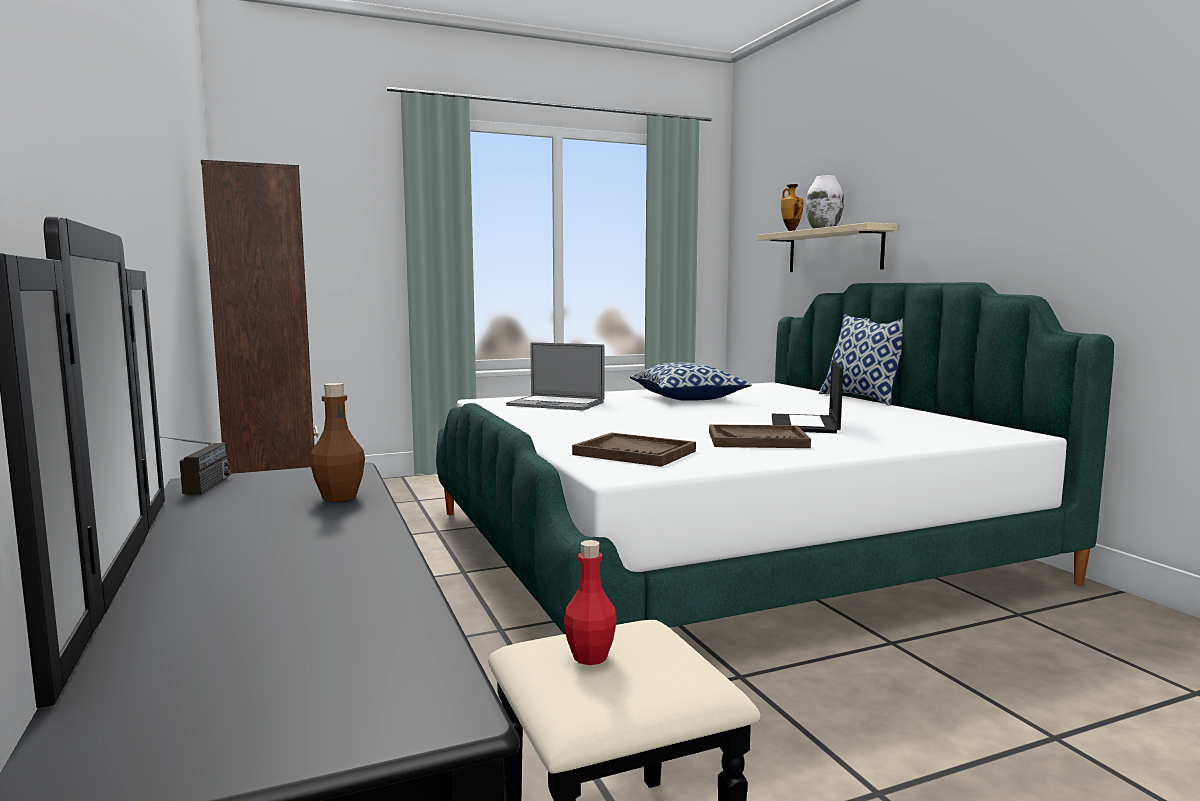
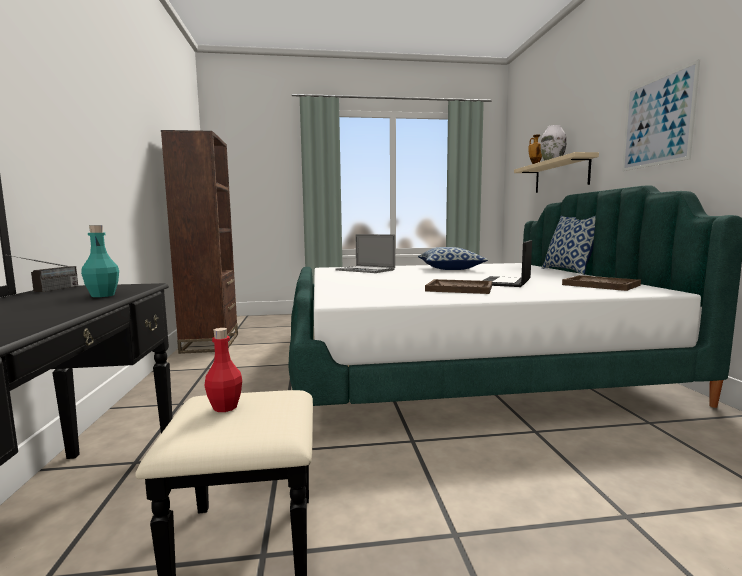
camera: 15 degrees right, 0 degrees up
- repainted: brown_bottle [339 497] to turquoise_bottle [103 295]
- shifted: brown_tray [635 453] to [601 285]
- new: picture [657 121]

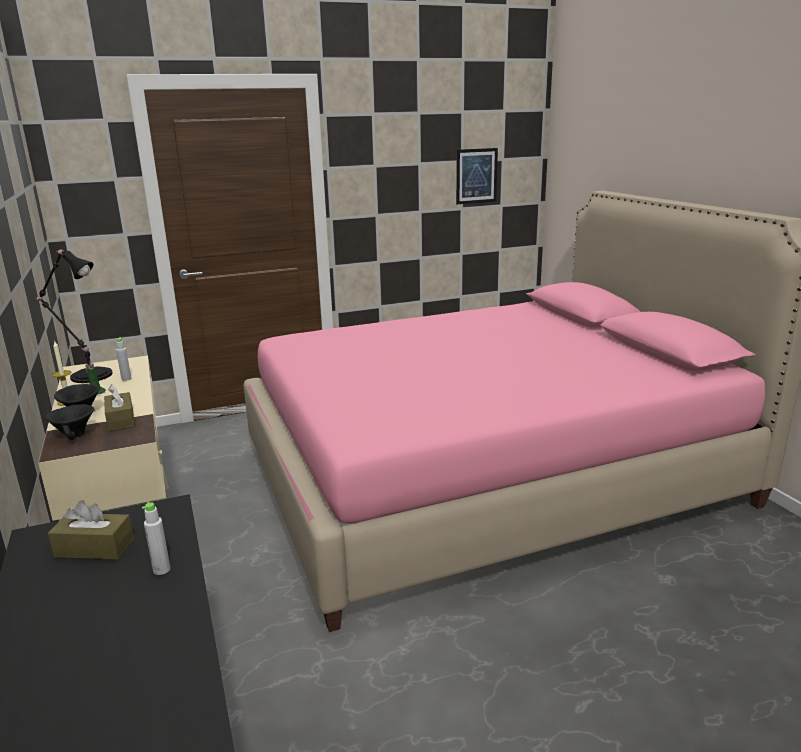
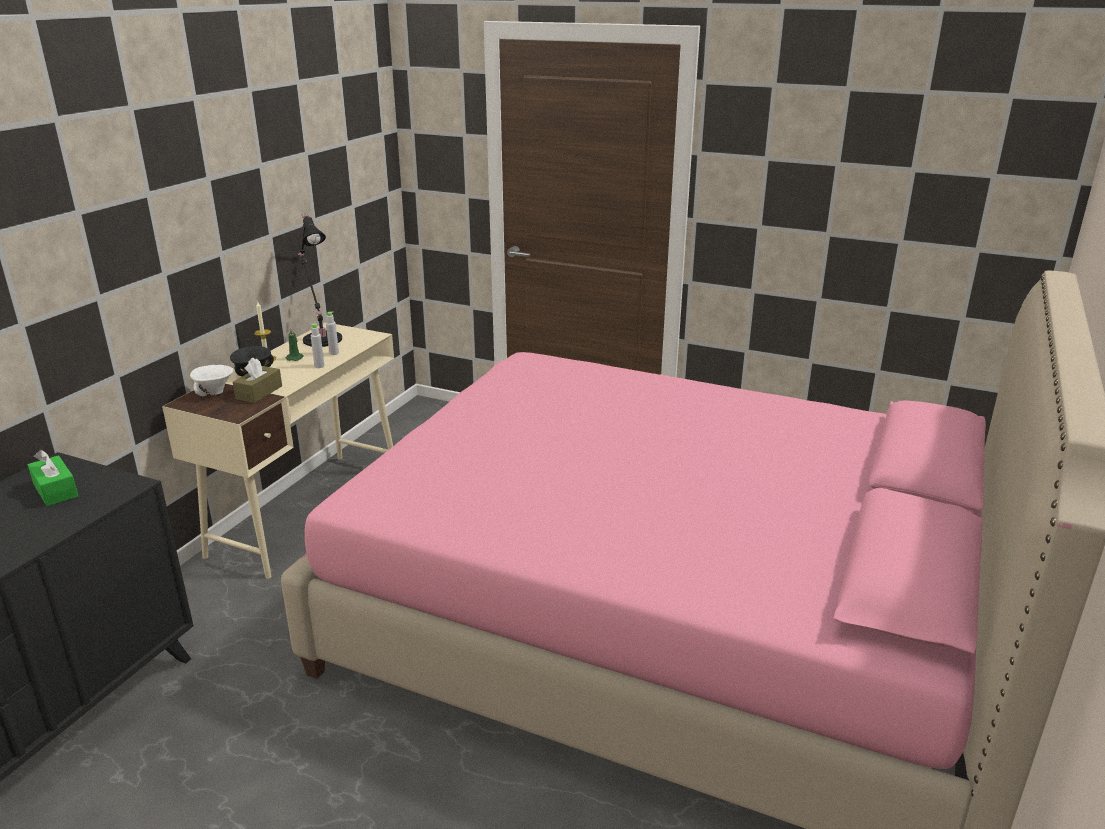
camera: 45 degrees right, 5 degrees up
- gone: picture [476 176]
- repainted: black_bowl [75 435] to white_bowl [215 393]
- repainted: brown_tissue_box [94 548] to green_tissue_box [55 490]
- shifted: grey_bottle [161 570] to [319 366]

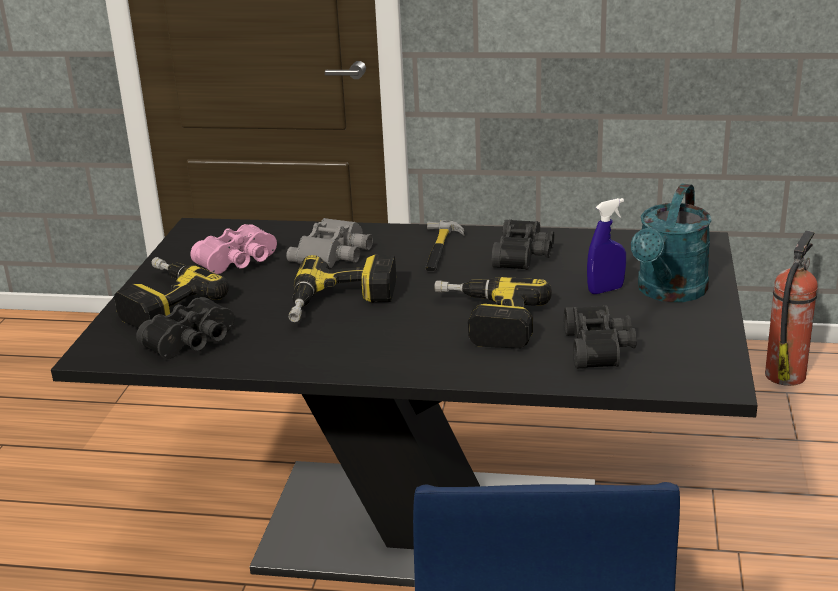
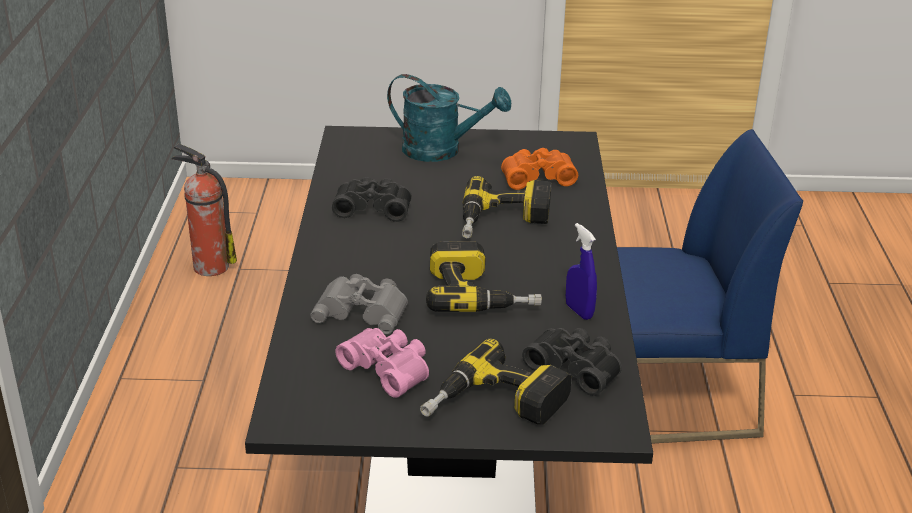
camera: 100 degrees left, 5 degrees up
- shifted: blue_spray_bottle [605 290] to [579 311]
- gone: hammer [439 249]
- repainted: black_binoculars [600 348] to orange_binoculars [537 177]

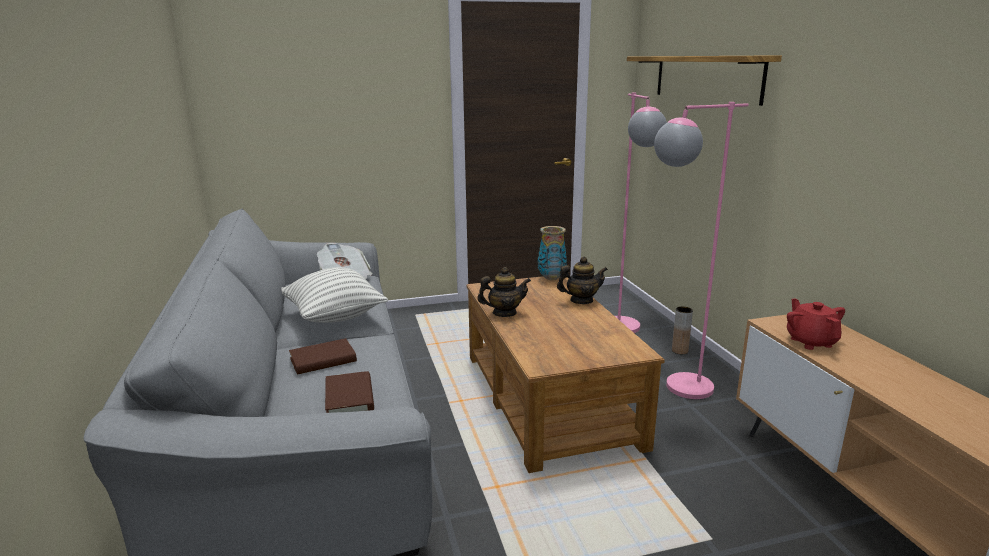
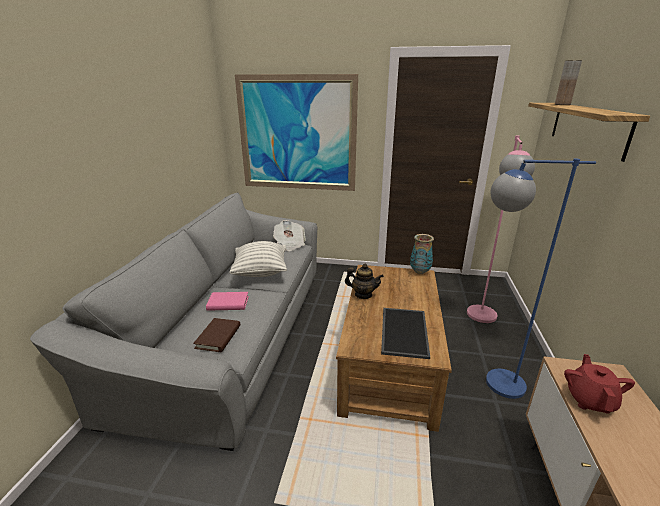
camera: 25 degrees right, 5 degrees up
- repainted: pink_floor_lamp [675 390] to blue_floor_lamp [491 383]
- gone: teapot [581 300]
- shifted: brown_vase [679 351] to [562 104]
- repainted: brown_book [323 360] to pink_book [228 303]
- new: picture [297 134]
- new: tray [403 331]

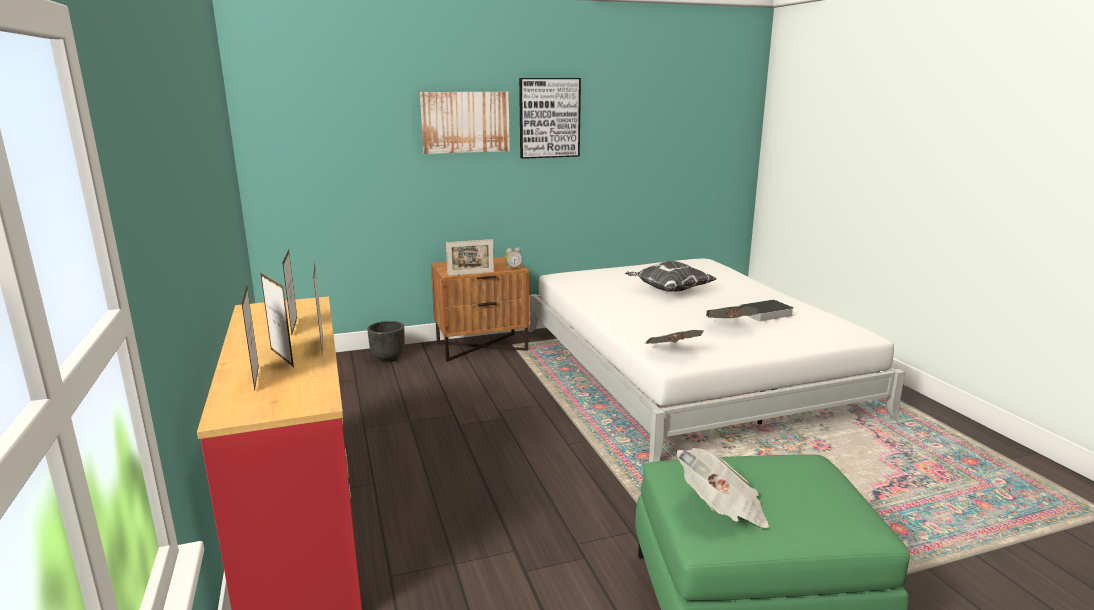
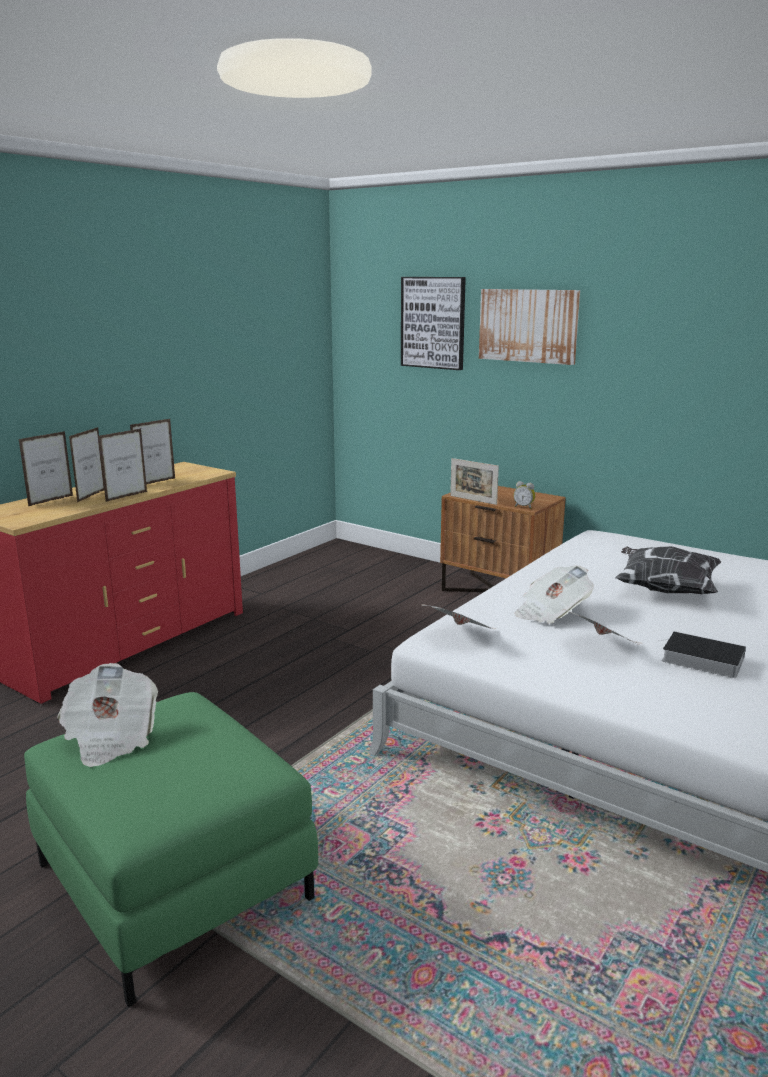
camera: 55 degrees right, 0 degrees up
- shifted: picture [549 118] to [433 322]
- gone: black_planter [388 358]
- new: newspaper [551 613]

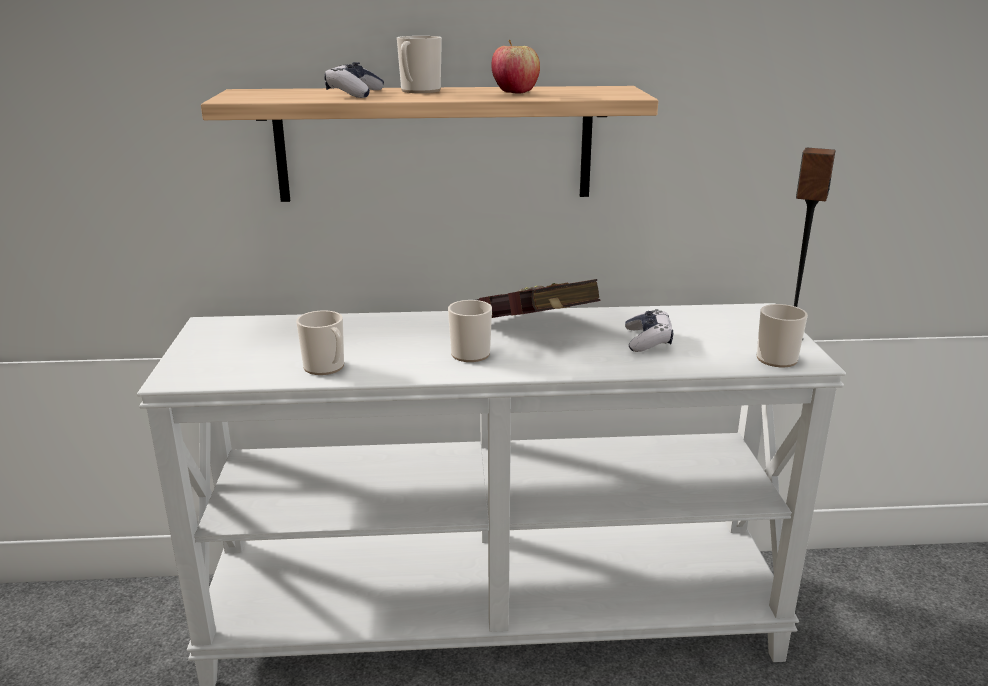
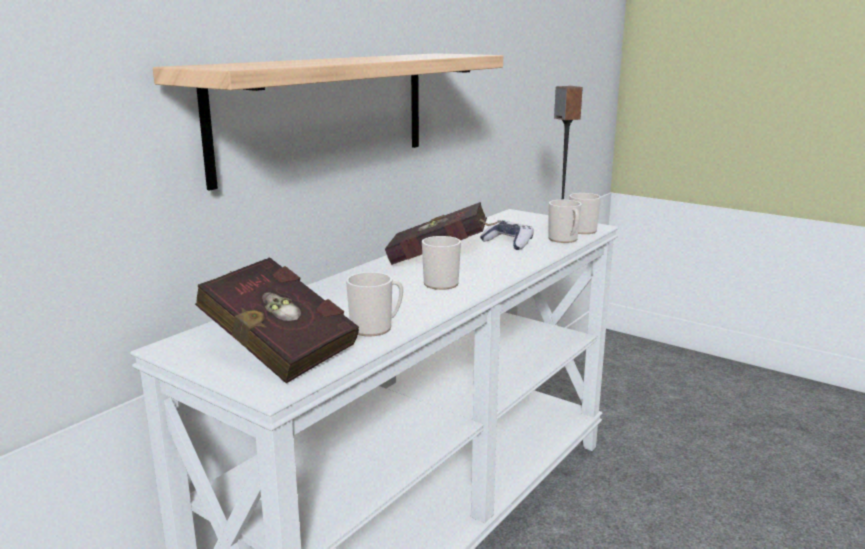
camera: 50 degrees left, 5 degrees down
- shifted: mug [418 91] to [564 240]
- gone: apple [515 93]
- gone: game_controller [354 93]
- new: red_book [277 349]

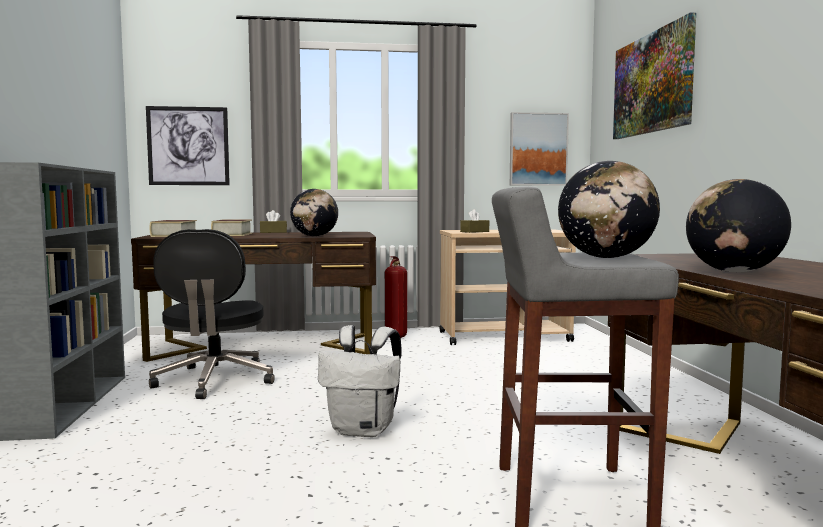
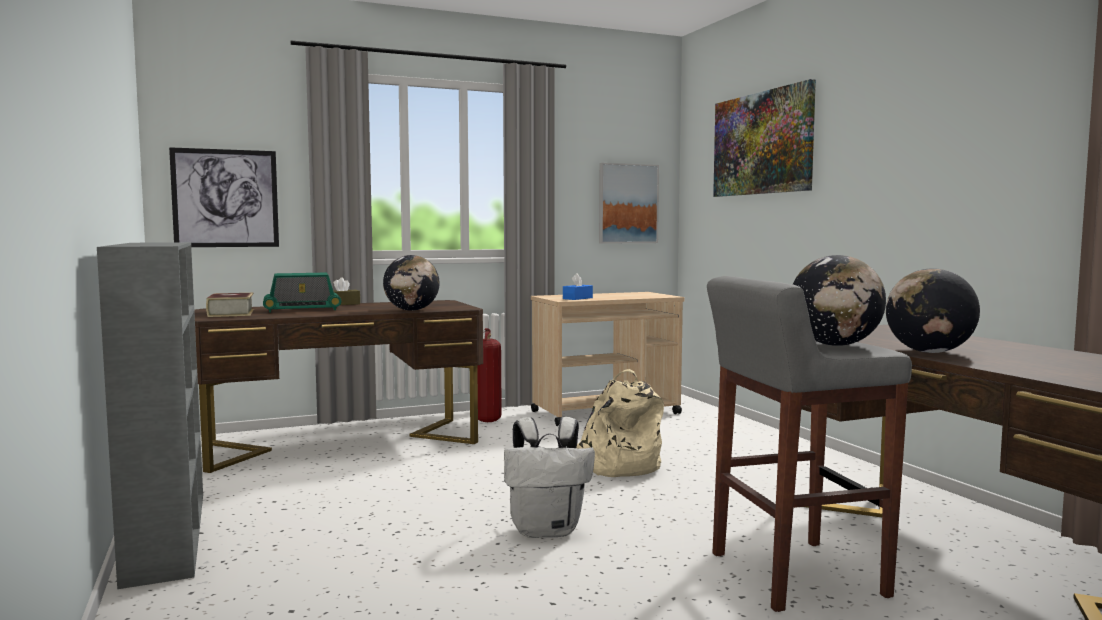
camera: 15 degrees left, 0 degrees up
- repainted: brown_tissue_box [474 231] to blue_tissue_box [577 298]
- swapped: book [232 234] to radio [302 309]
- gone: black_office_chair [214 381]
- new: beige_backpack [616 466]

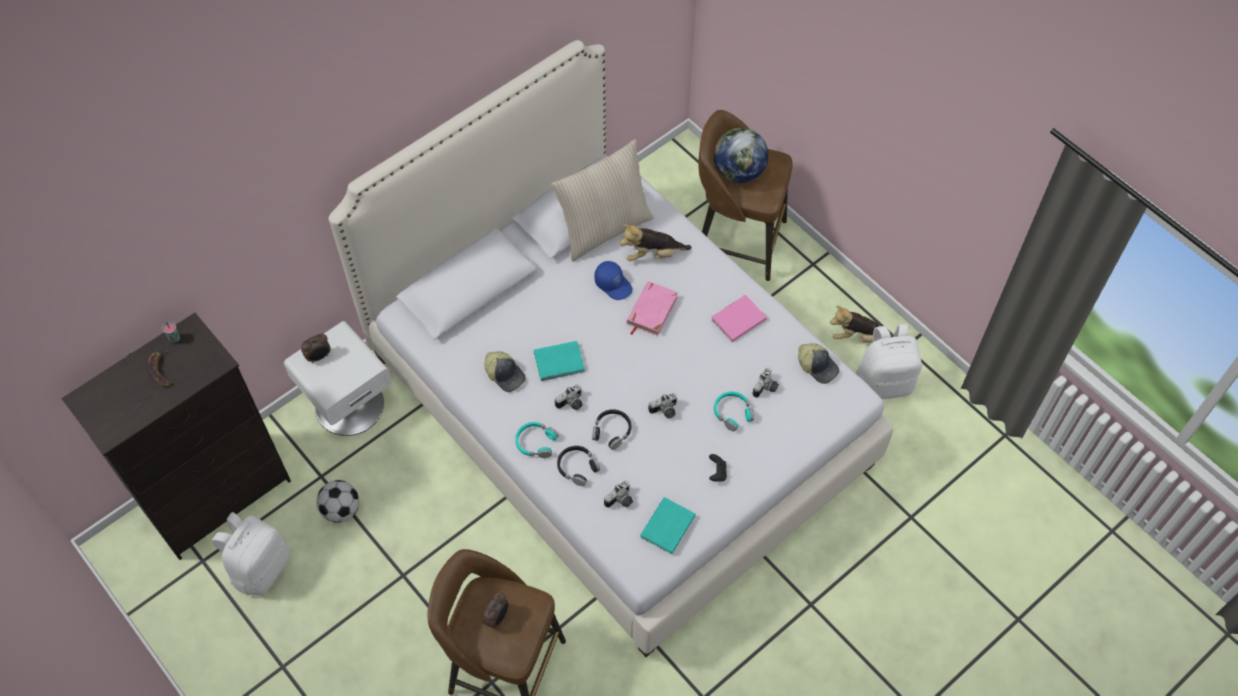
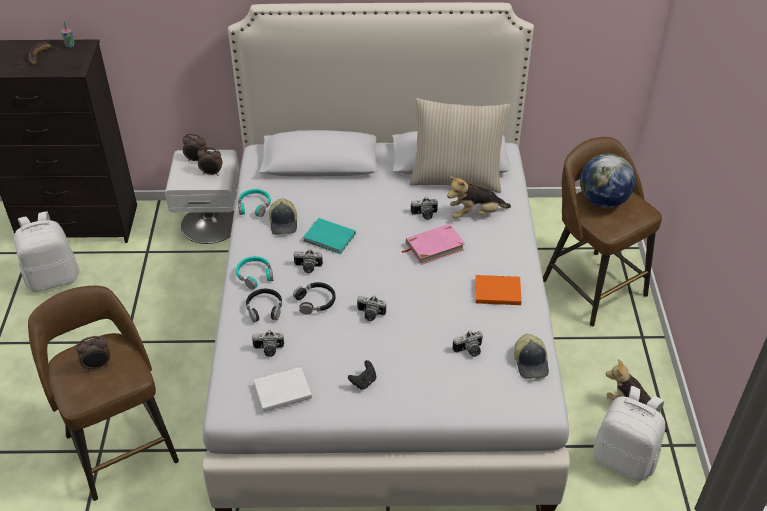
camera: 40 degrees right, 15 degrees down
- rotated: plush_toy [653 254] = [475 214] 45 degrees counterclockwise
- swapped: blue_cap [613 284] to photo_camera [424 215]
- repainted: pink_book [737 320] to orange_book [496 291]
- shifted: turquoise_headphones [732 413] to [254 206]
- gone: football [341 509]
- repainted: turquoise_book [666 527] to white_book [281 390]
- new: alarm_clock [211 173]

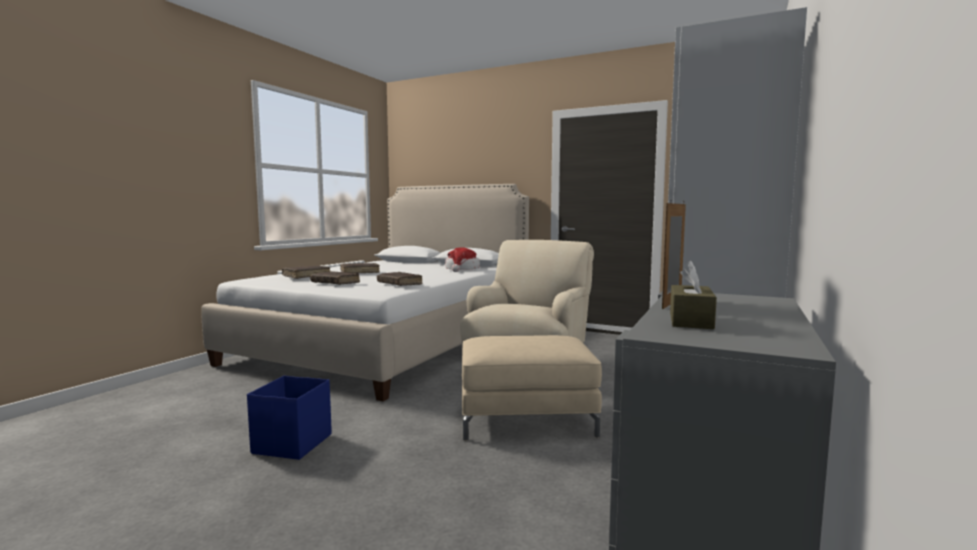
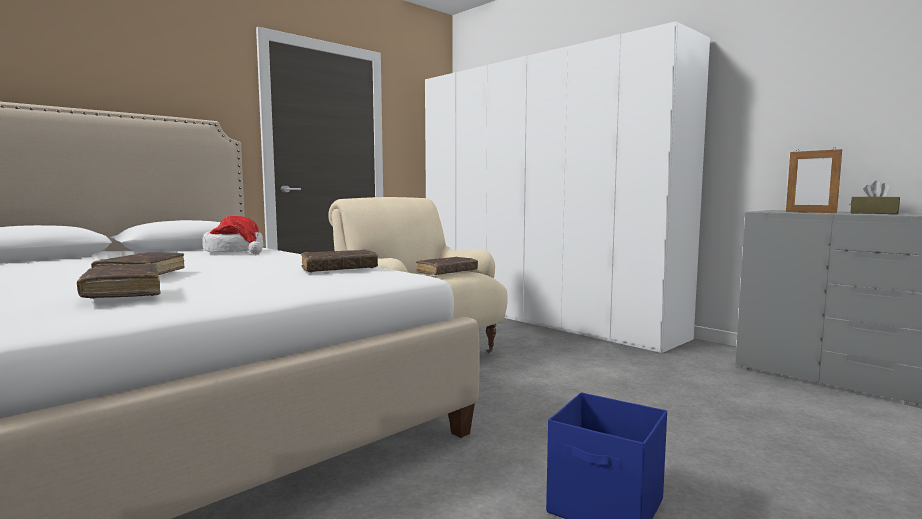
camera: 70 degrees left, 0 degrees up
- shifted: brown_book [335 283] to [447 272]
- gone: beige_ottoman [526 419]

